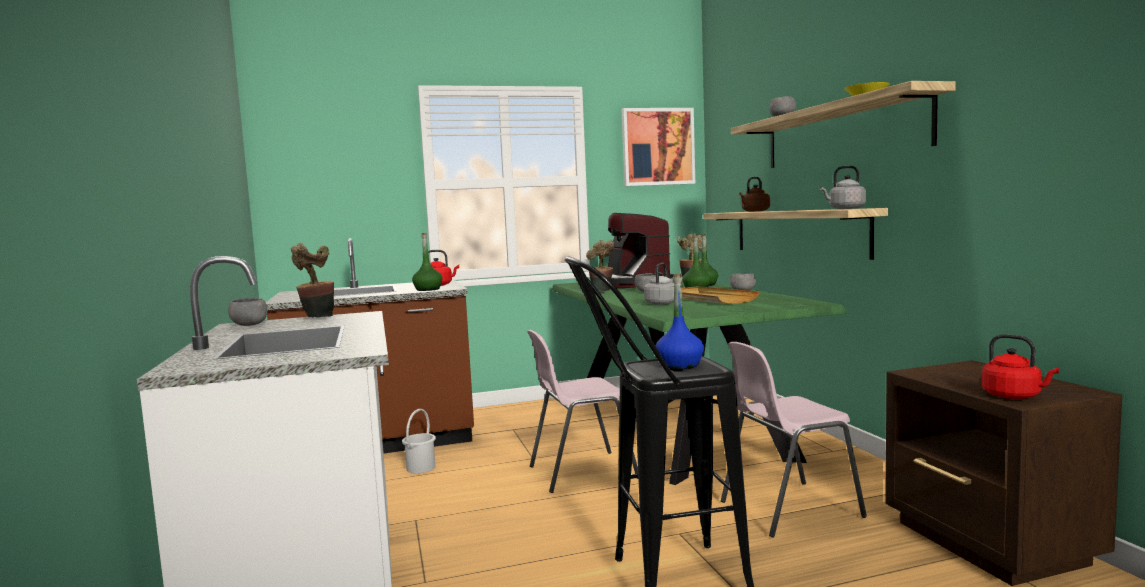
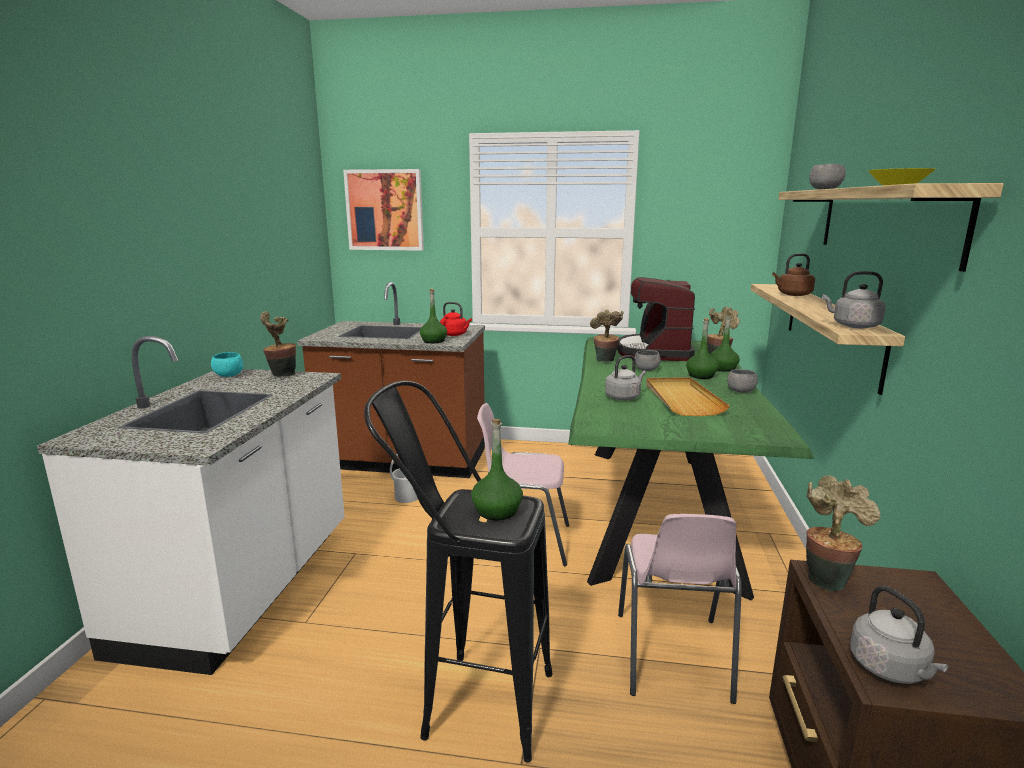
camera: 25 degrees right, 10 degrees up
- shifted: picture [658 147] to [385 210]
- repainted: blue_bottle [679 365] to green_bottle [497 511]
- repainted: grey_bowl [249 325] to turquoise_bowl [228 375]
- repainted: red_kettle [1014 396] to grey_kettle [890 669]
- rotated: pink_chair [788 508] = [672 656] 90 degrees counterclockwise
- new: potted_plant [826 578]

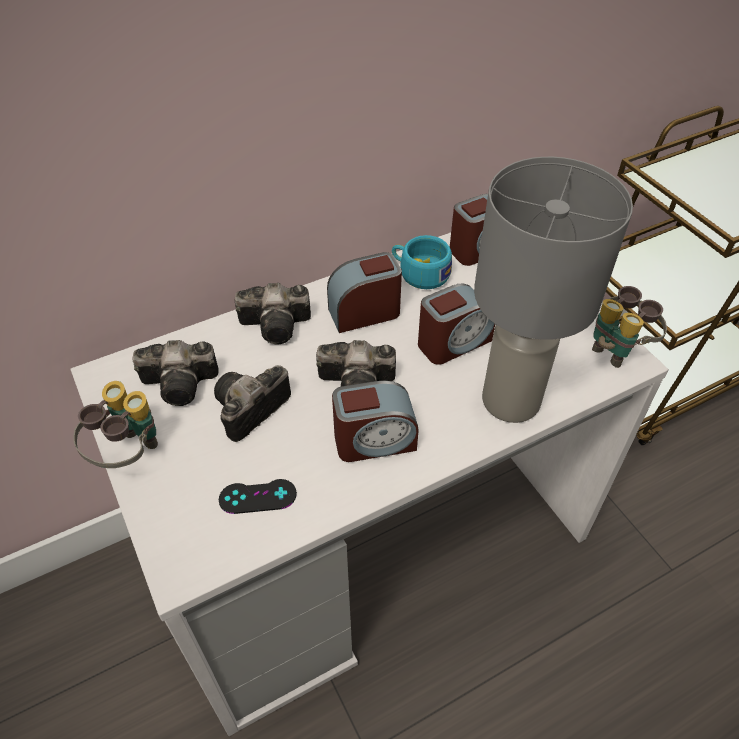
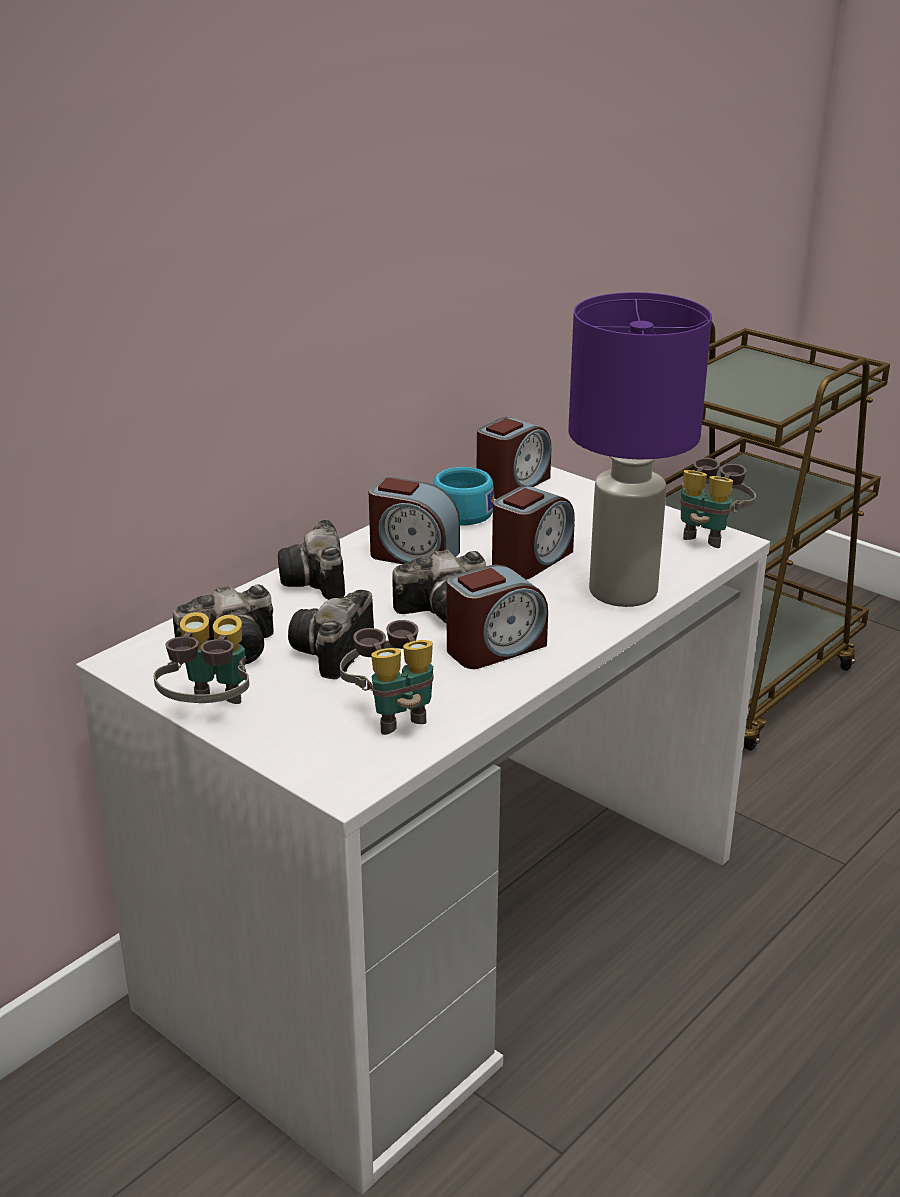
camera: 20 degrees left, 20 degrees down
- repainted: grey_table_lamp [509 401] to purple_table_lamp [621 592]
- rotated: alarm_clock [364 312] = [413 555] 120 degrees counterclockwise
- rotated: photo_camera [279 325] = [317 582] 105 degrees clockwise
- swapped: black_game_controller [257 496] to binoculars [393 714]

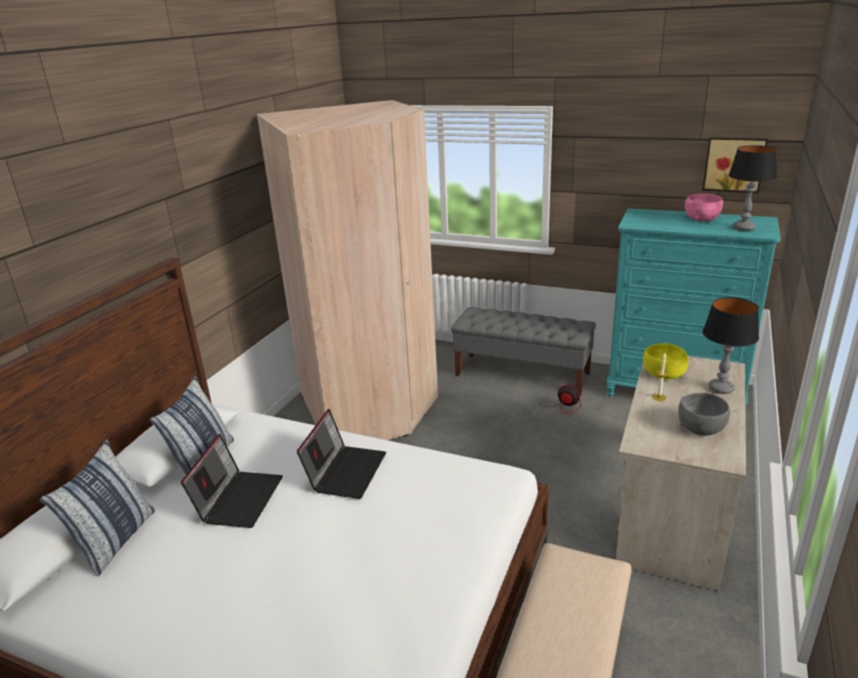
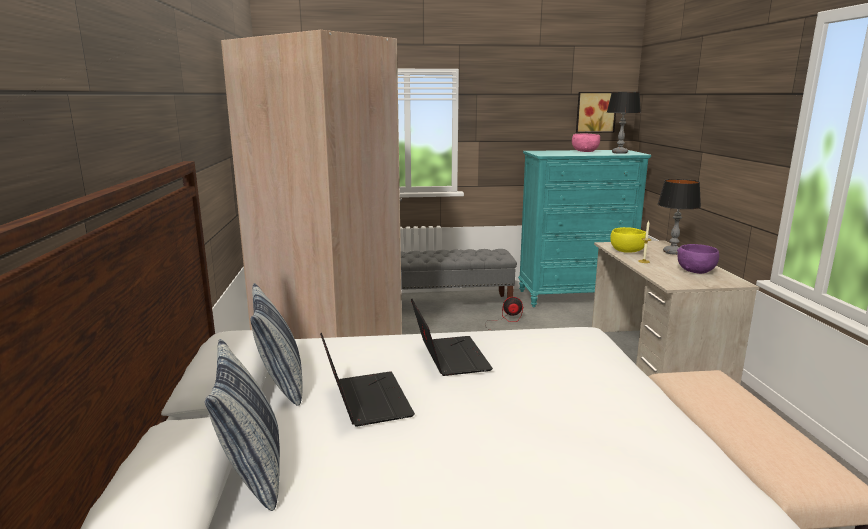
camera: 30 degrees left, 10 degrees down
- repainted: grey_bowl [701 428] to purple_bowl [695 271]

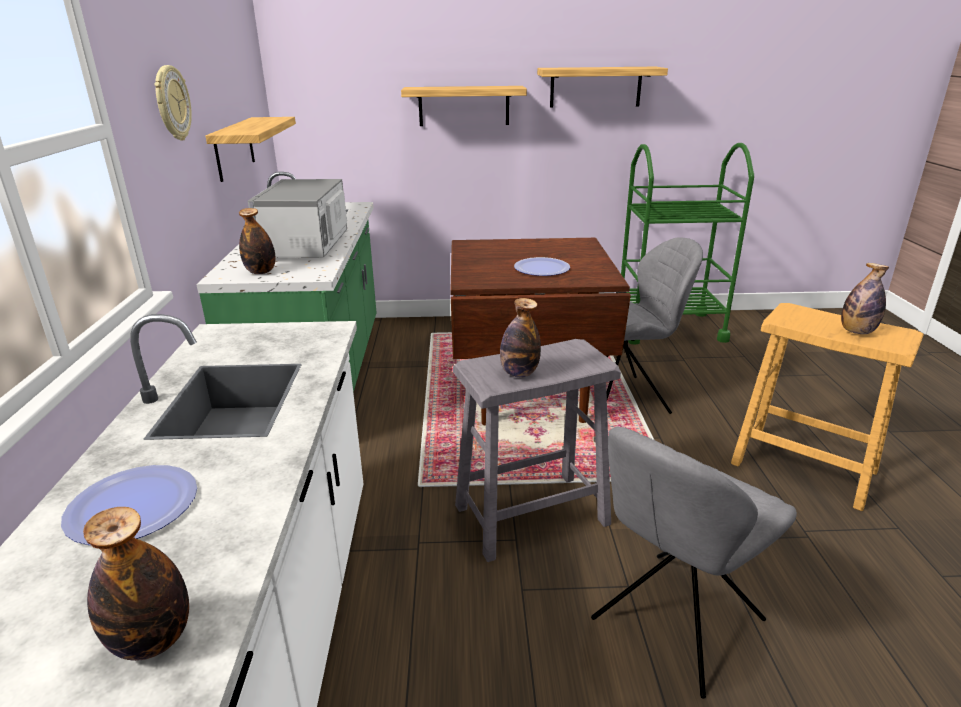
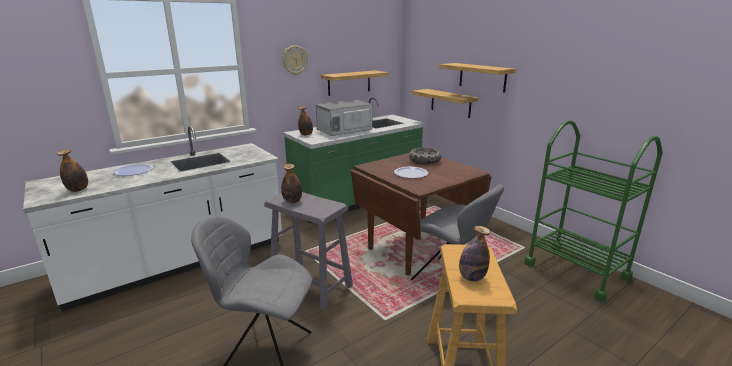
camera: 55 degrees right, 5 degrees down
- shifted: shelf [595 87] to [450 103]
- new: bowl [424 161]

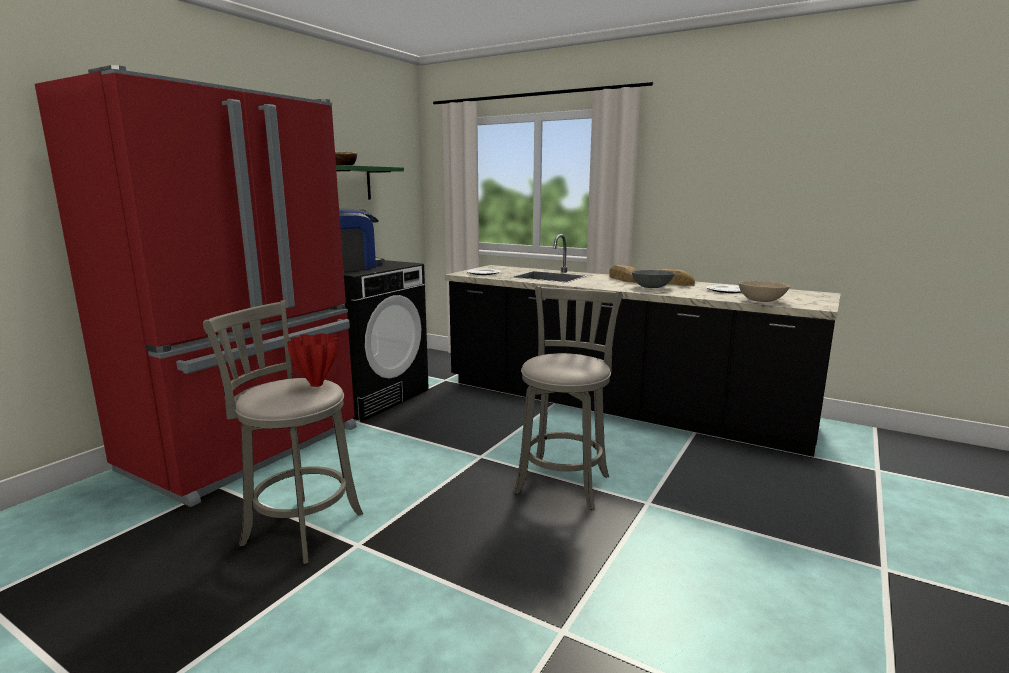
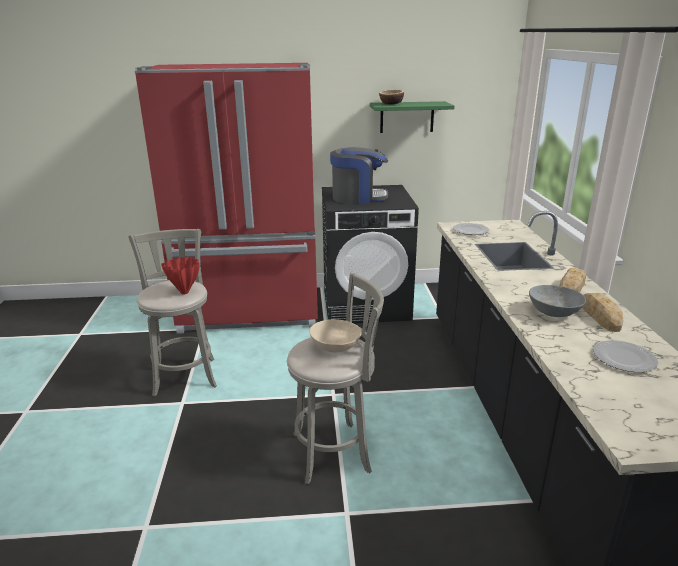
camera: 55 degrees right, 10 degrees up
- shifted: beige_bowl [762 300] to [335 347]

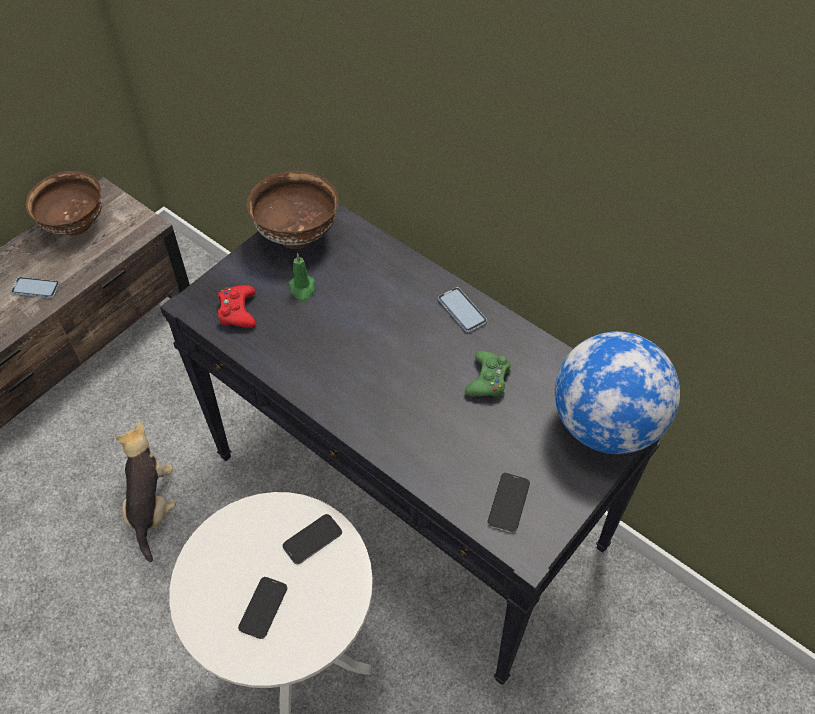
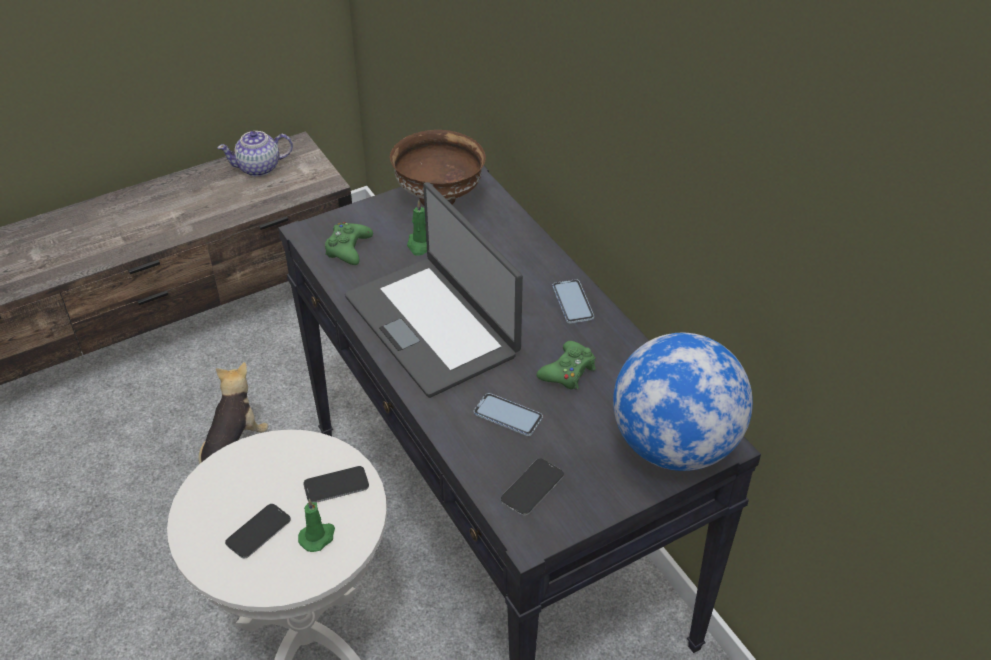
camera: 20 degrees right, 10 degrees down
- swapped: brown_bowl [76 226] to teapot [259 168]
- shifted: phone [36 288] to [508 416]
- repainted: red_game_controller [237 311] to green_game_controller [348 249]
- new: laptop [433 325]
- new: green_candle [318 537]

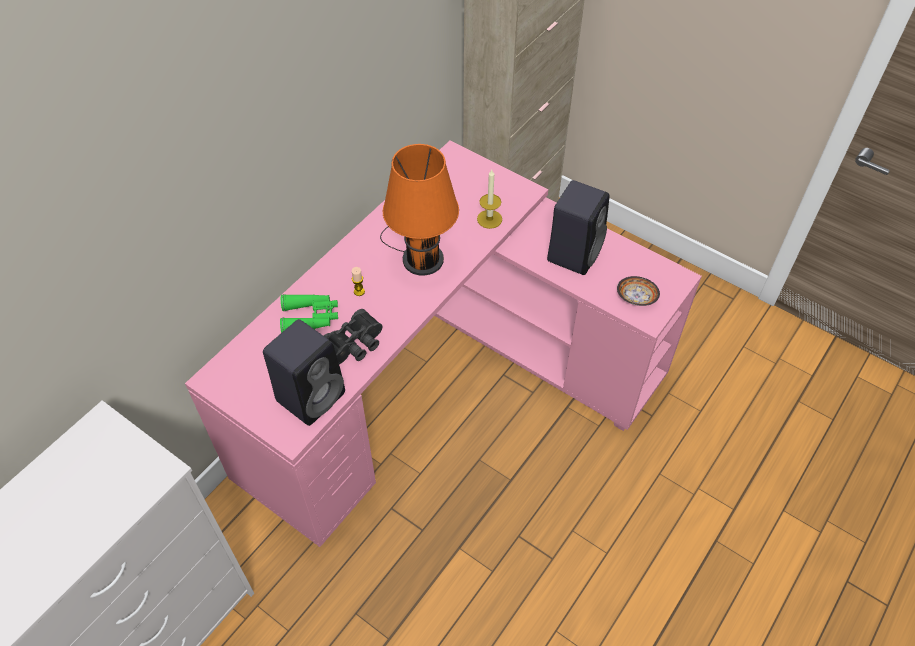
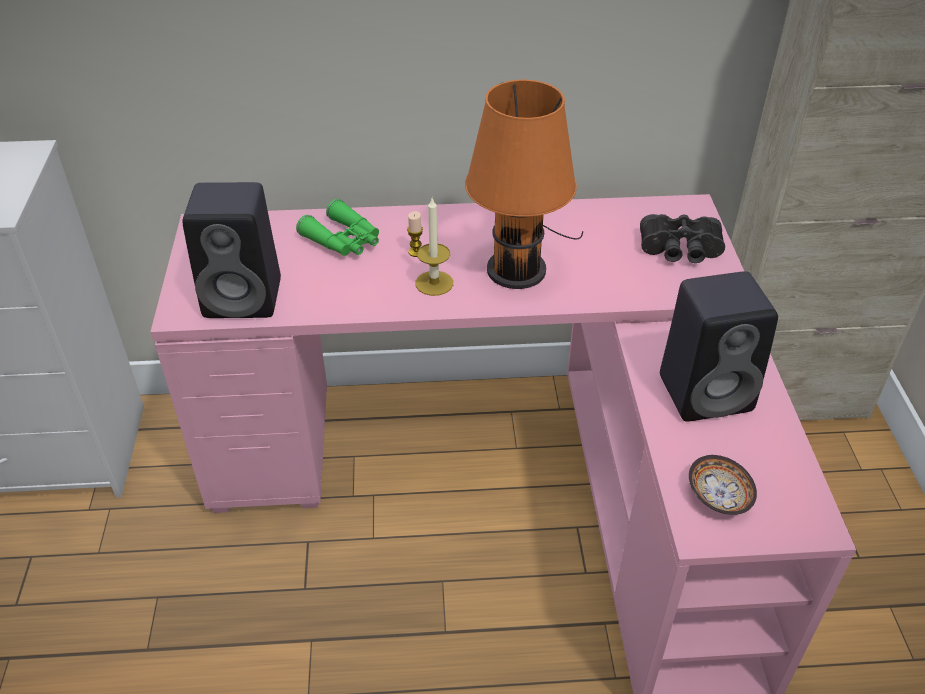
camera: 50 degrees right, 10 degrees down
- shifted: candle [489 219] to [434 283]
- shifted: black_binoculars [355 345] to [680 251]

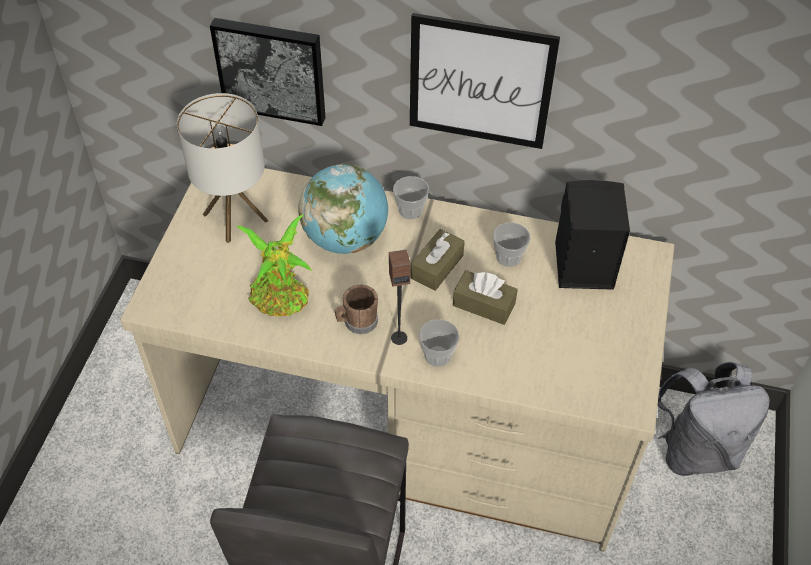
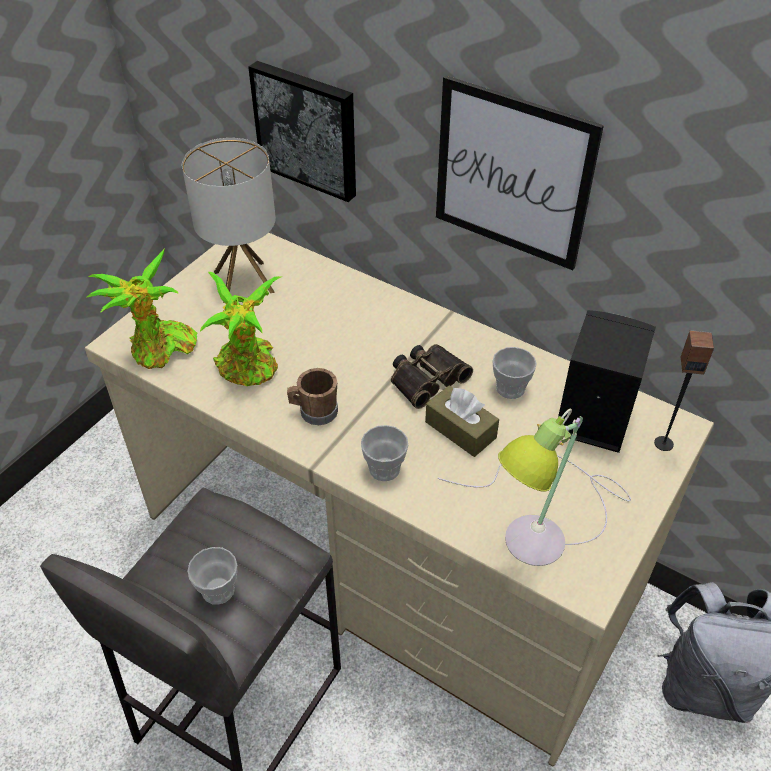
camera: 20 degrees right, 5 degrees down
- gone: globe [345 238]
- shifted: cup [410 210] to [218 590]
- swapped: brown_tissue_box [437 267] to binoculars [426 378]
- shifted: speaker [399 337] to [663 443]
- new: potted_plant [159 351]
- new: table_lamp [540 520]

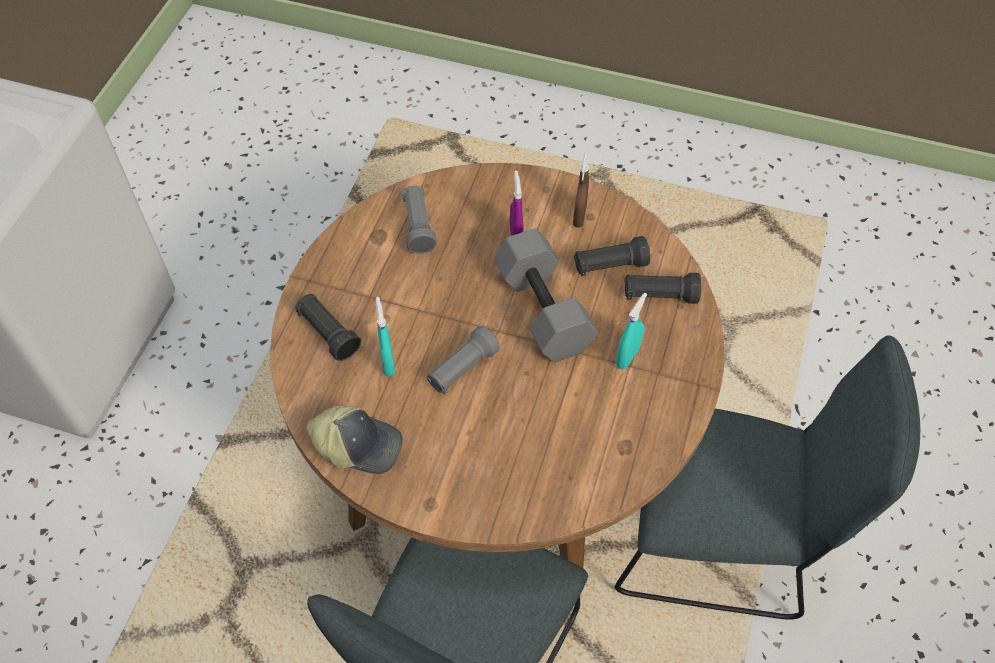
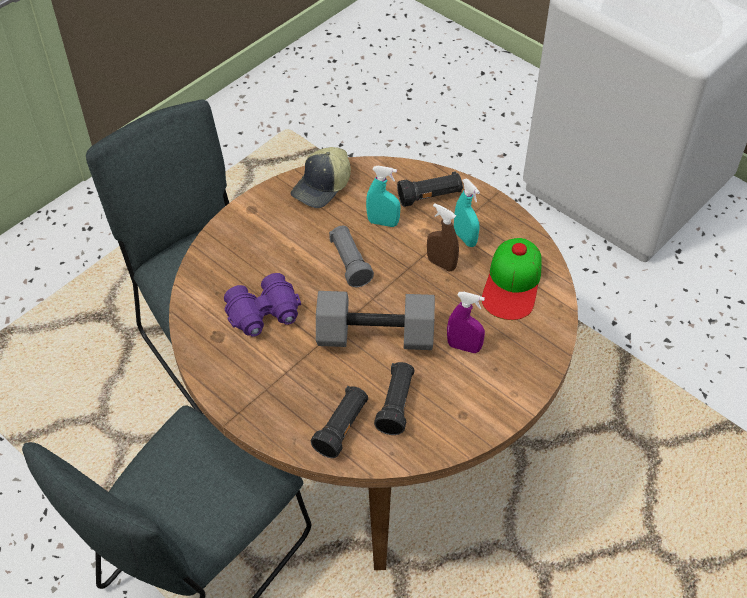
camera: 115 degrees right, 5 degrees down
- shifted: brown_spray_bottle [579 216] to [441 264]
- swapped: grey_flashlight [418 226] to cap [512 284]
- shifted: turquoise_spray_bottle [627 356] to [465 238]
- new: purple_binoculars [265 315]

